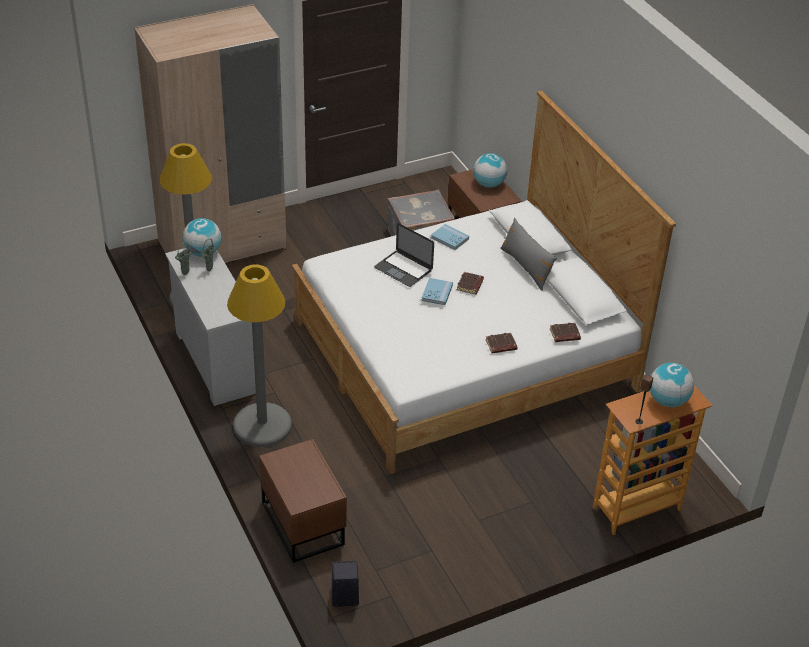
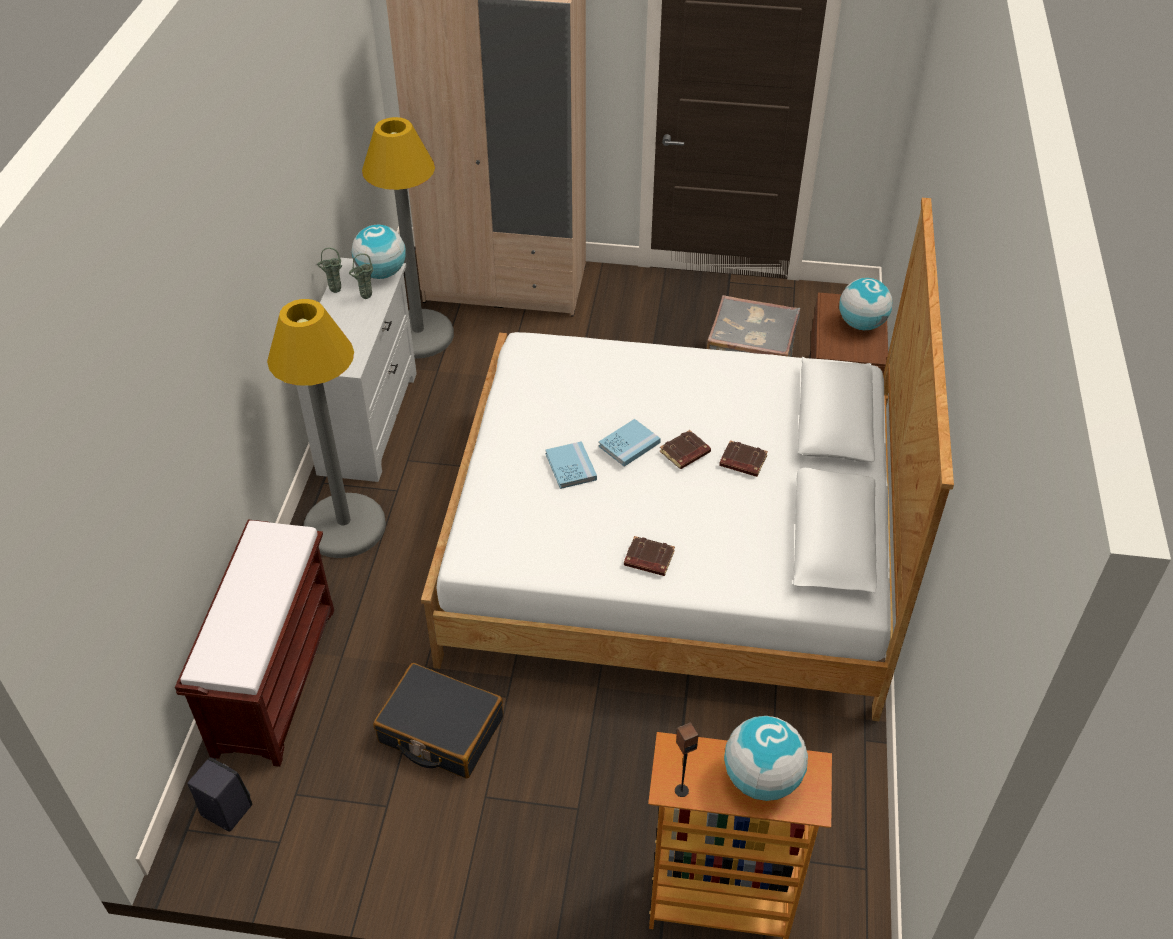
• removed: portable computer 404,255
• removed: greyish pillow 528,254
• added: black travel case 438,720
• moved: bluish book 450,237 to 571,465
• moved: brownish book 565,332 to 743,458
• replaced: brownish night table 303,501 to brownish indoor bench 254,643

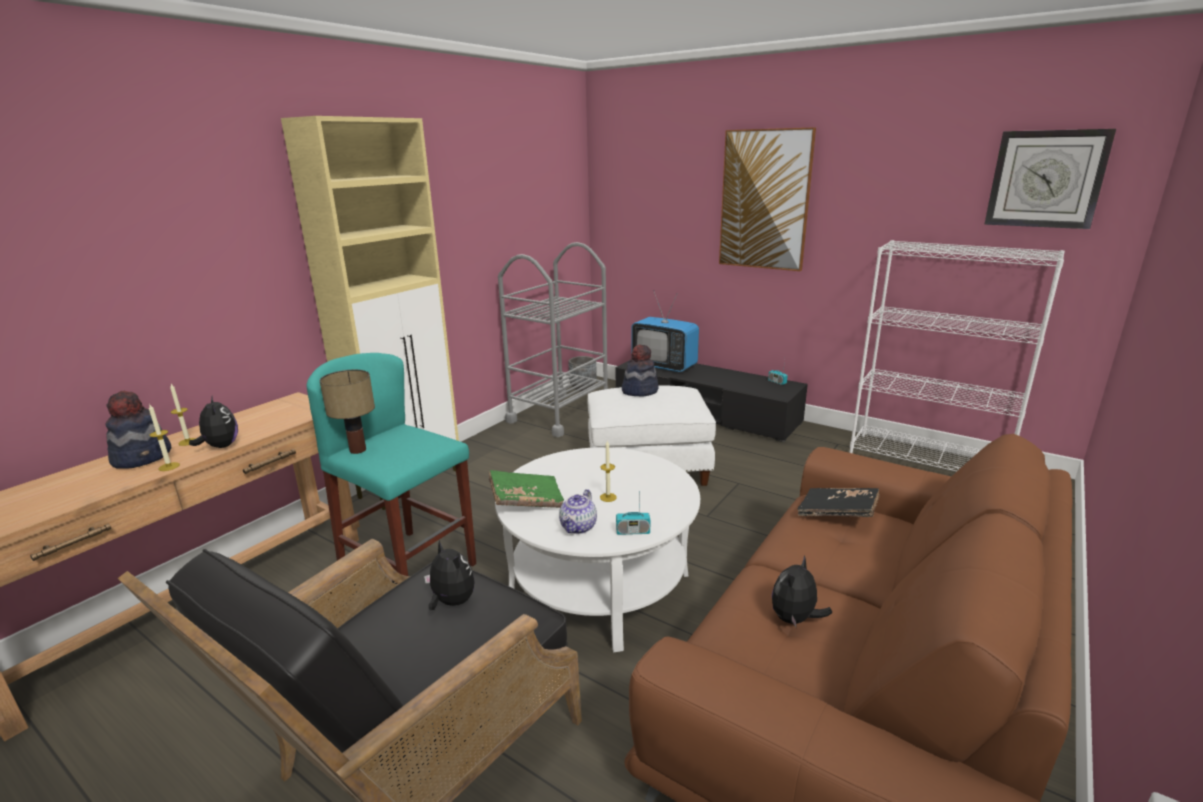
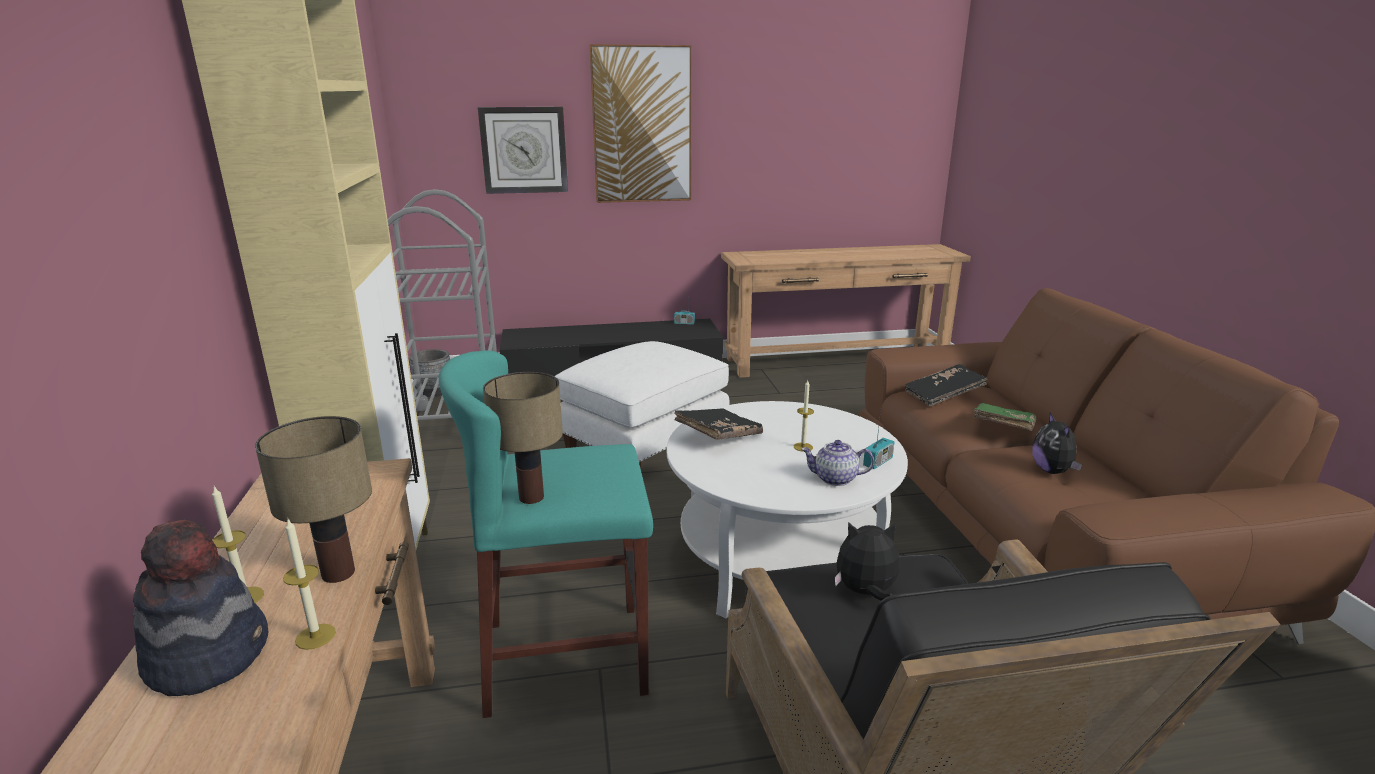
• removed: wearable hat 640,371
• removed: TV 665,331
• added: black book 718,424
• moved: green-coloured book 526,489 to 1005,417
• moved: hanging clock 1050,179 to 523,150
• replaced: cuddly toy 213,422 to lamp for a table 313,499
• replaced: white bookcase 957,356 to brownish console table 846,311
• turned: pot for tea 578,511 = 837,463 120 degrees clockwise

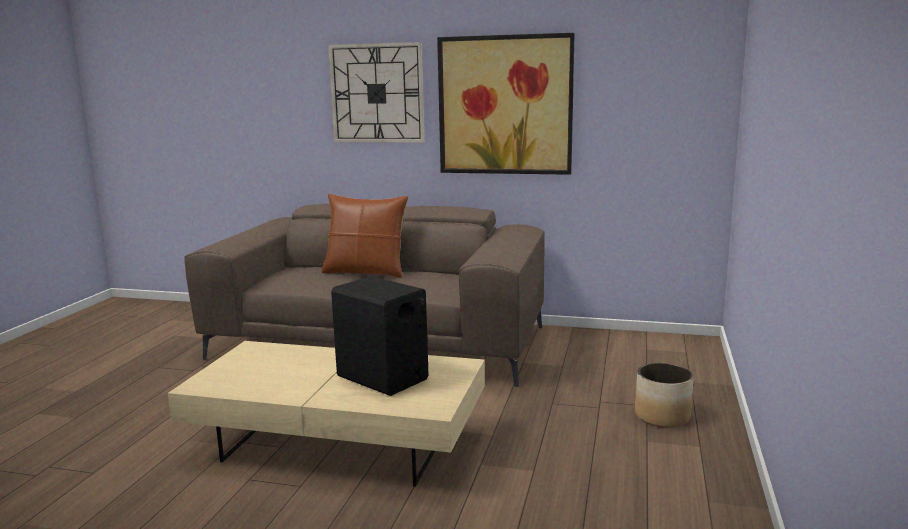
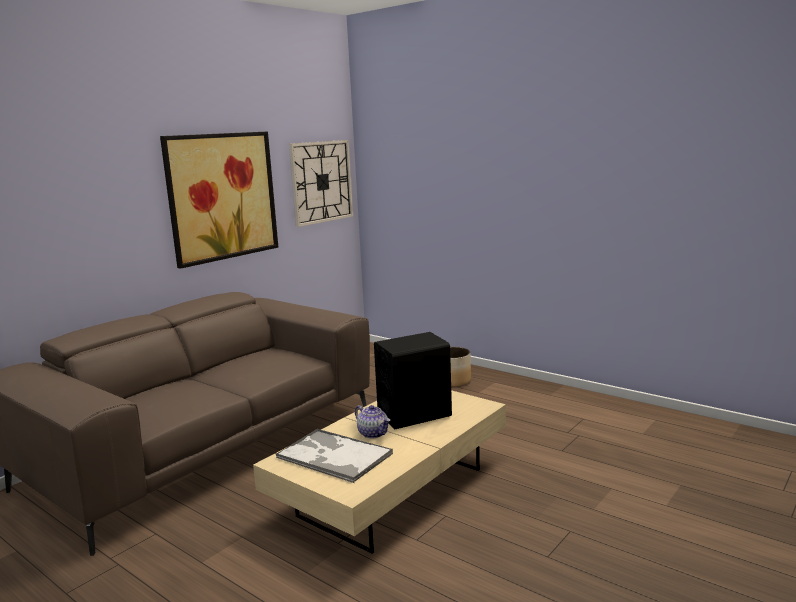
• removed: brownish pillow 365,236
• added: serving tray 334,456
• added: pot for tea 372,422
• moved: hanging clock 376,92 to 321,183

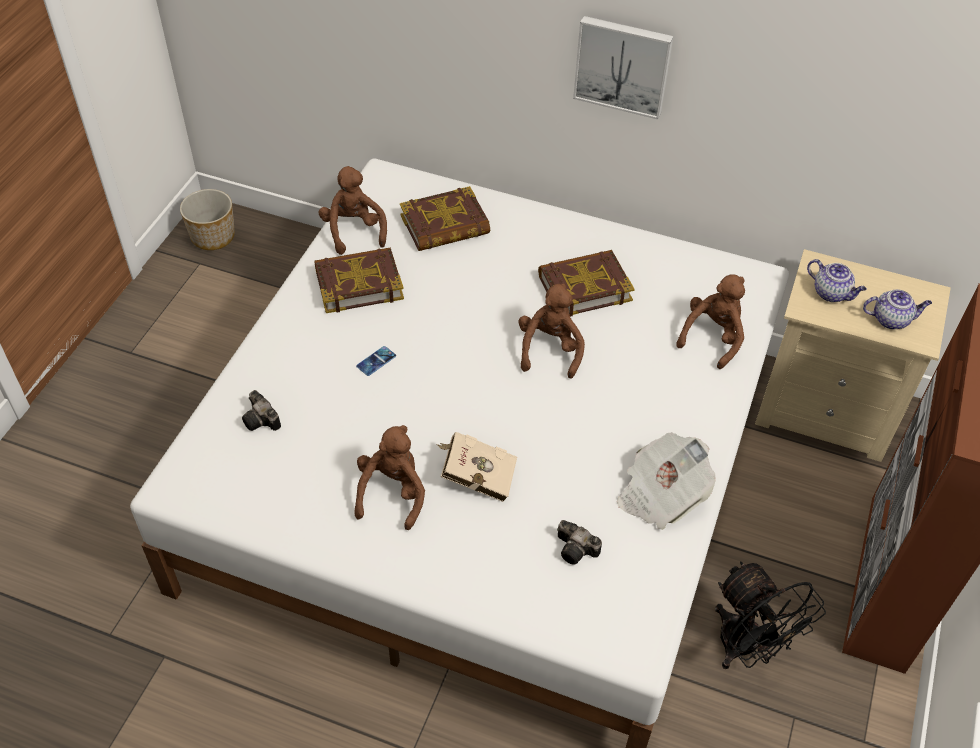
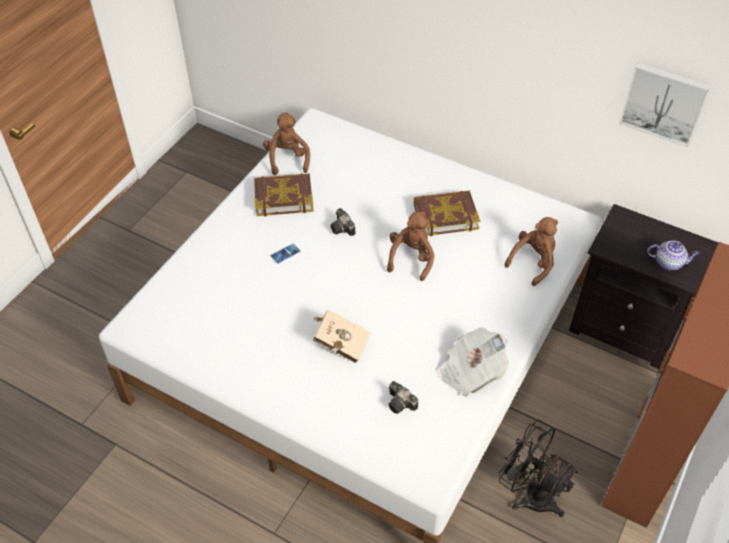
• removed: plant pot 207,219
• removed: brownish cuddly toy 389,477
• removed: book 445,218
• removed: pot for tea 837,280
• moved: photo camera 261,410 to 343,222
• moved: picture 623,67 to 665,104
• recoloured: beige-coloured night table 853,355 to black night table 644,286
• turned: black fan 770,615 = 538,468 150 degrees clockwise

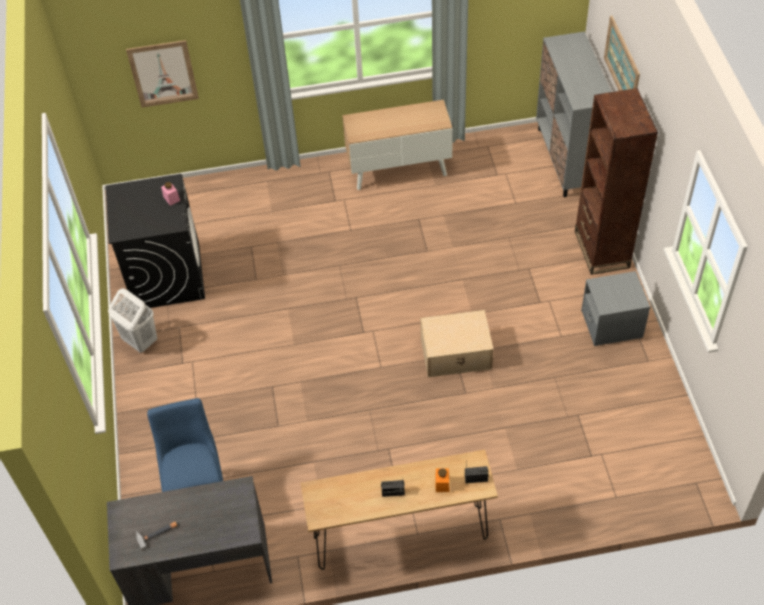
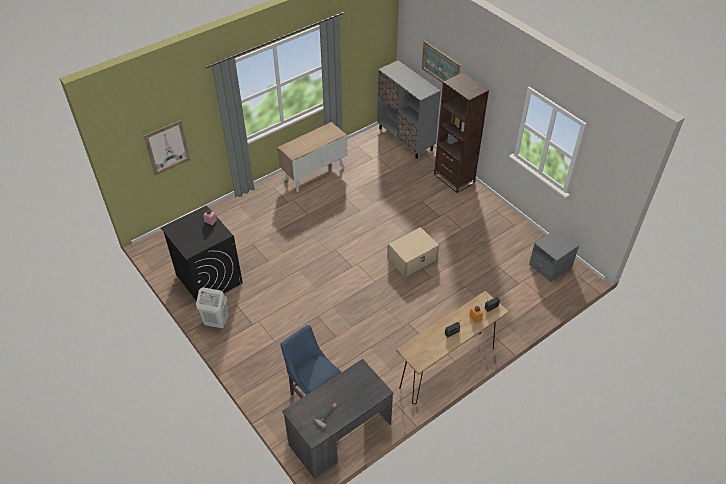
• moved: greyish night table 615,308 to 554,255

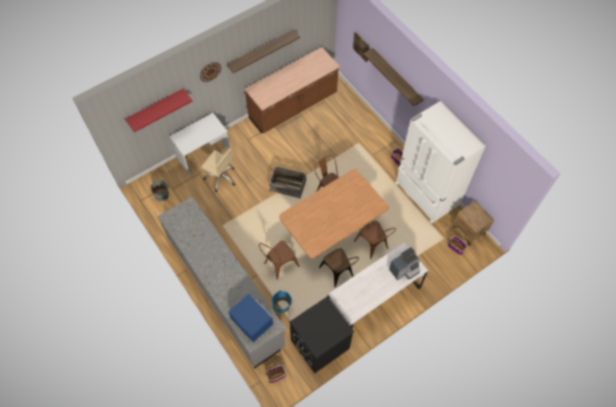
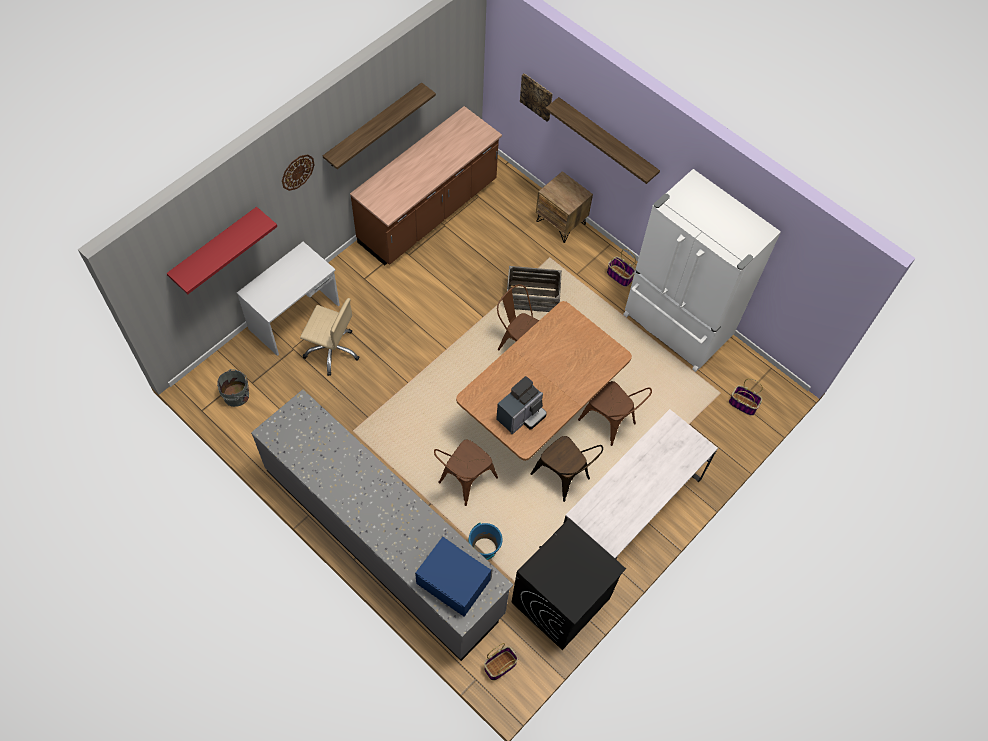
• moved: packing crate 287,182 to 534,289
• moved: coffee brewer 404,263 to 521,405
• moved: brownish night table 473,223 to 564,207

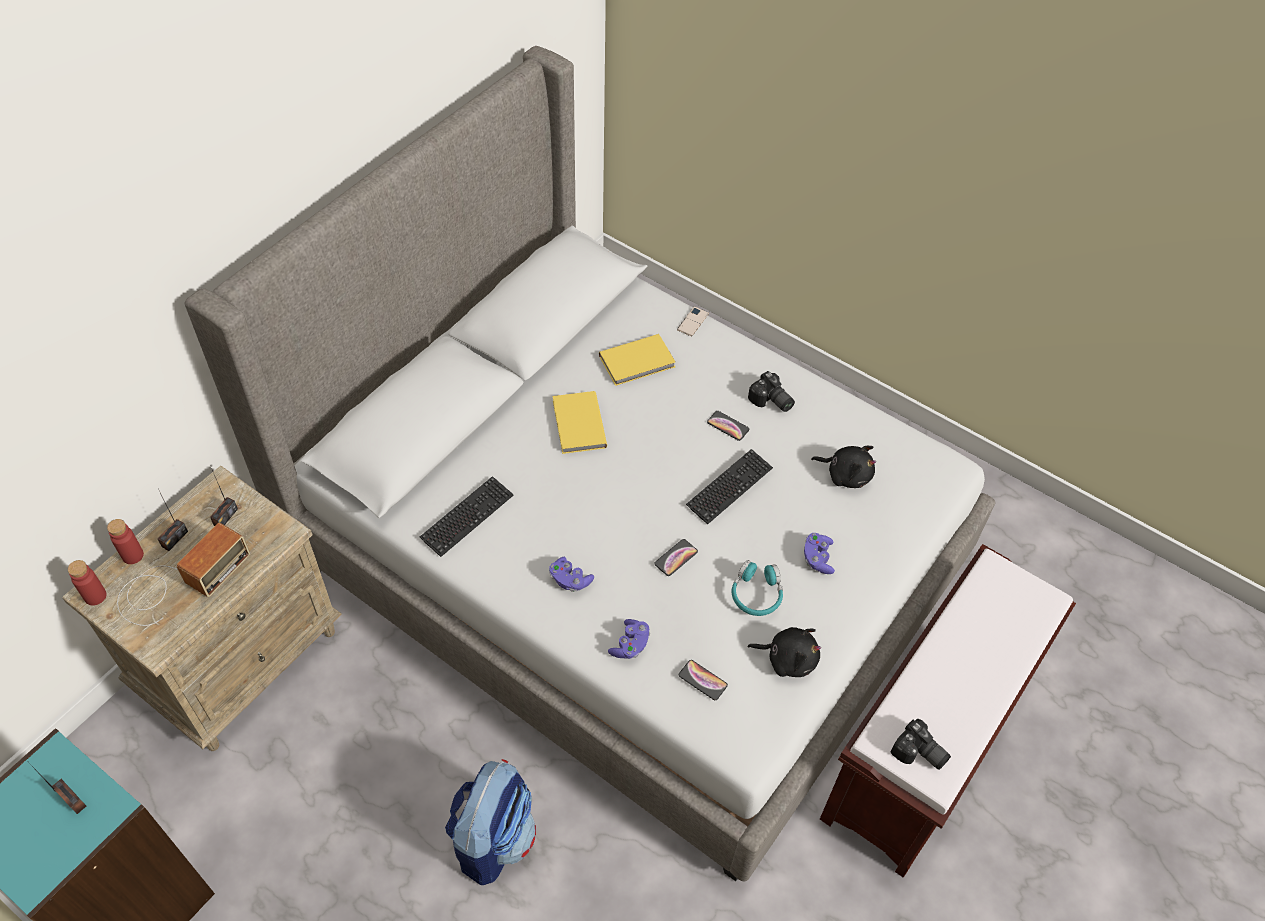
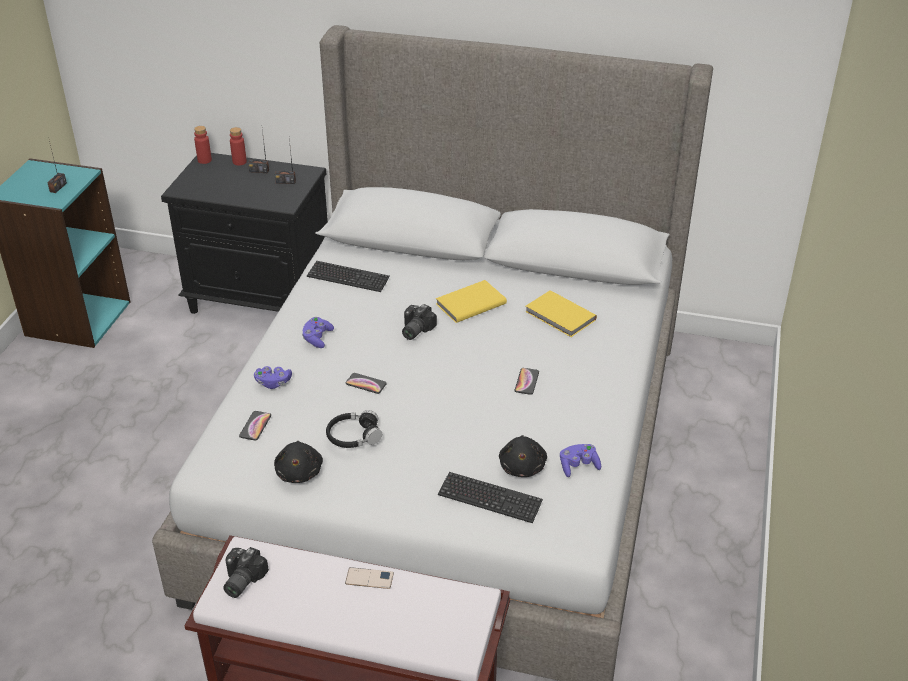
• removed: radio set 183,574
• removed: backpack 490,822
• moved: telephone 693,321 to 369,578
• moved: keyboard 729,487 to 490,497
• moved: photo camera 771,391 to 419,322
• moved: purple-coloured joypad 819,553 to 580,460
• recoloured: beige-coloured night table 202,608 to black night table 244,233
• recoloured: turquoise headset 757,588 to black headset 354,429

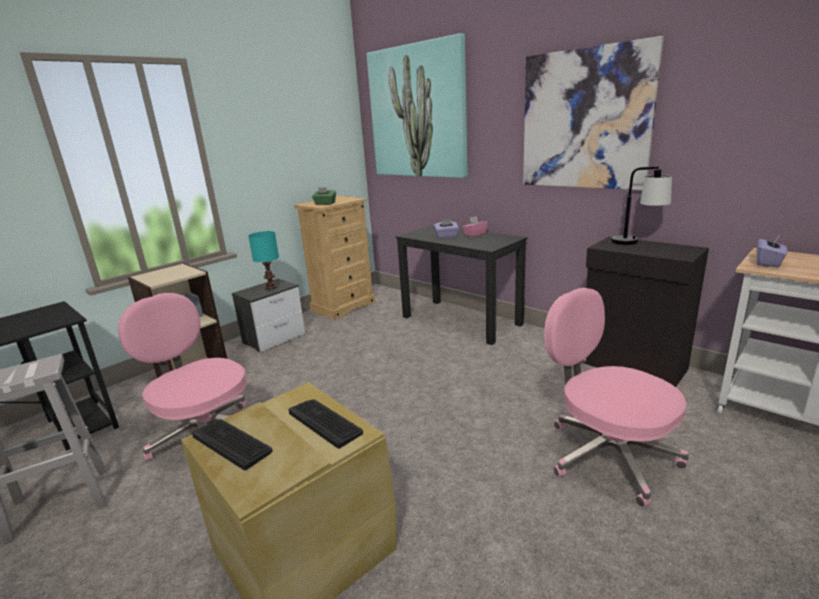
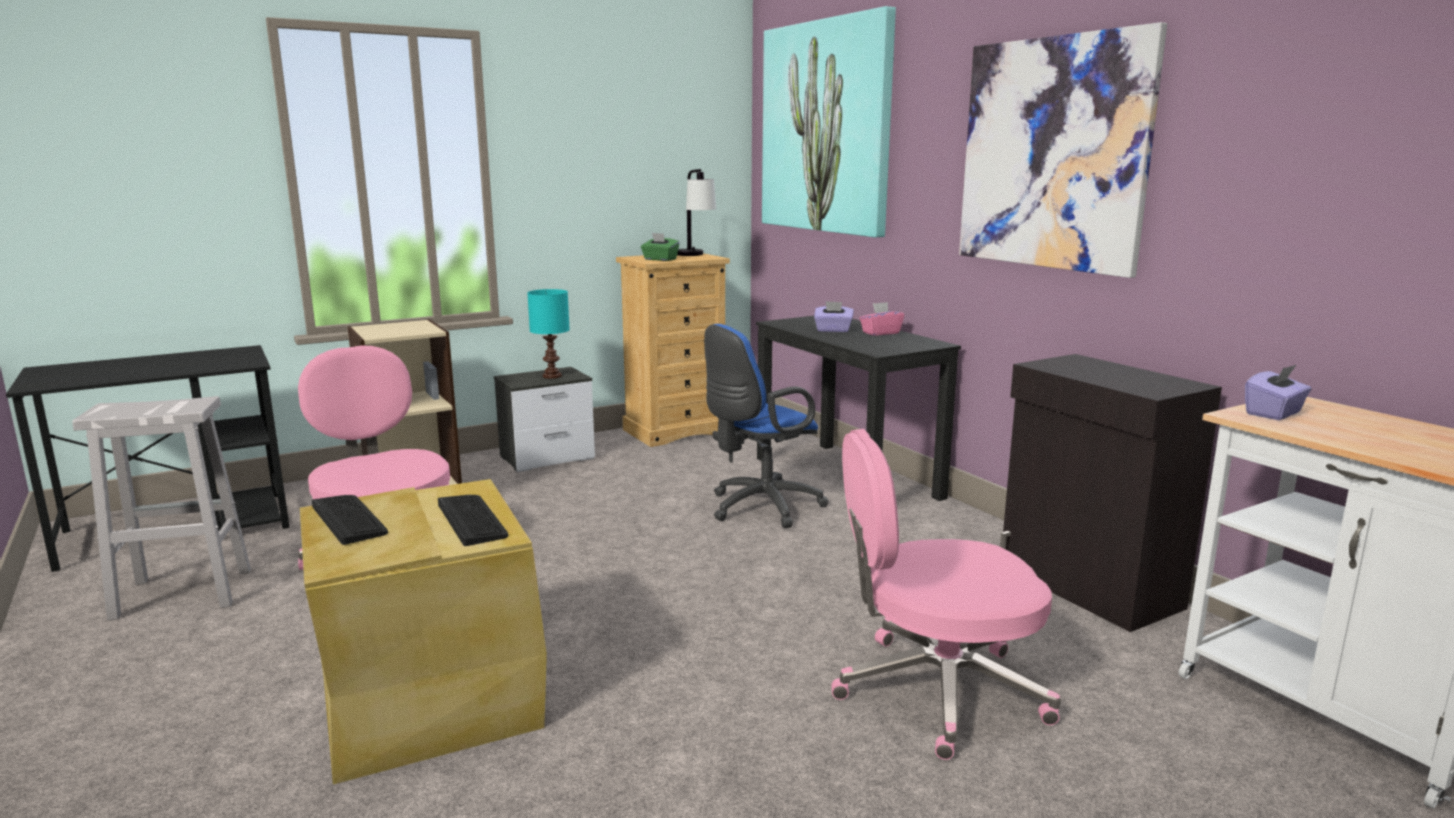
• added: bluish office chair 766,426
• moved: lamp for a table 641,205 to 696,212
• turned: pinkish office chair 616,397 = 946,594 75 degrees counterclockwise

